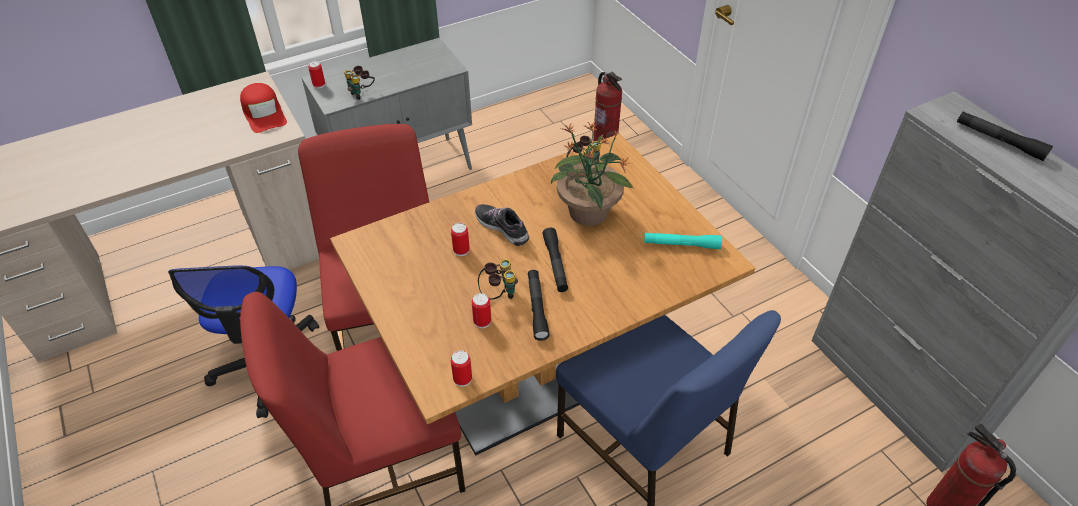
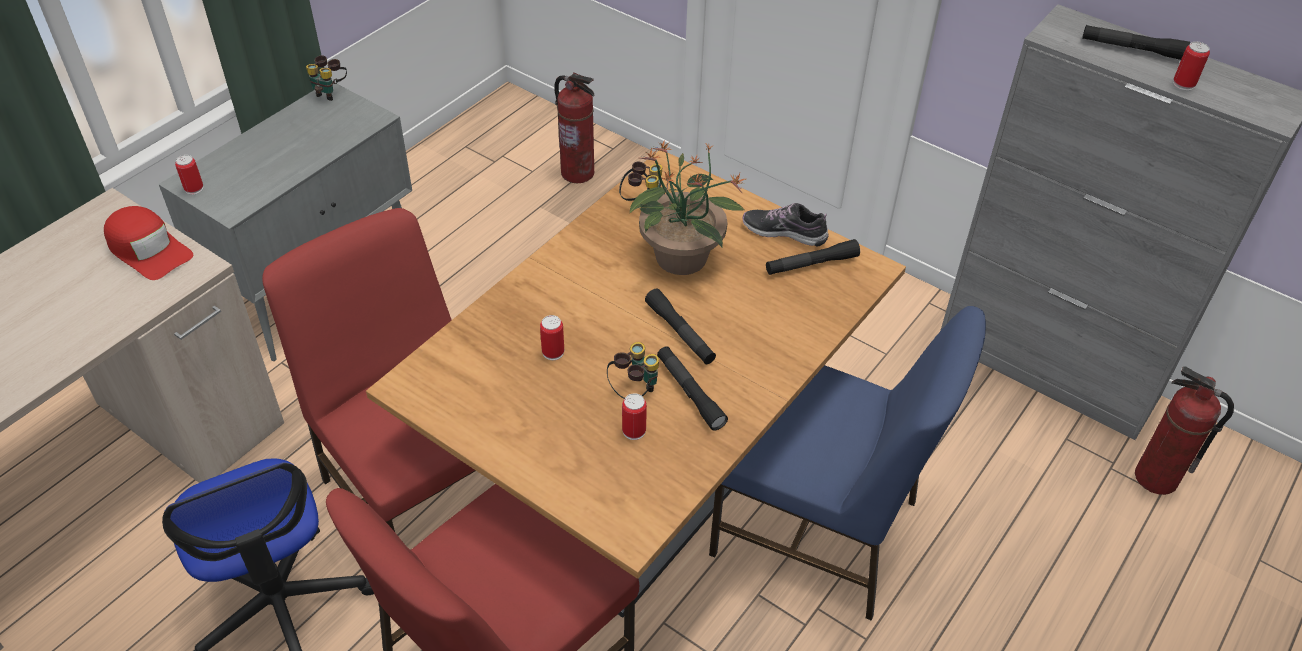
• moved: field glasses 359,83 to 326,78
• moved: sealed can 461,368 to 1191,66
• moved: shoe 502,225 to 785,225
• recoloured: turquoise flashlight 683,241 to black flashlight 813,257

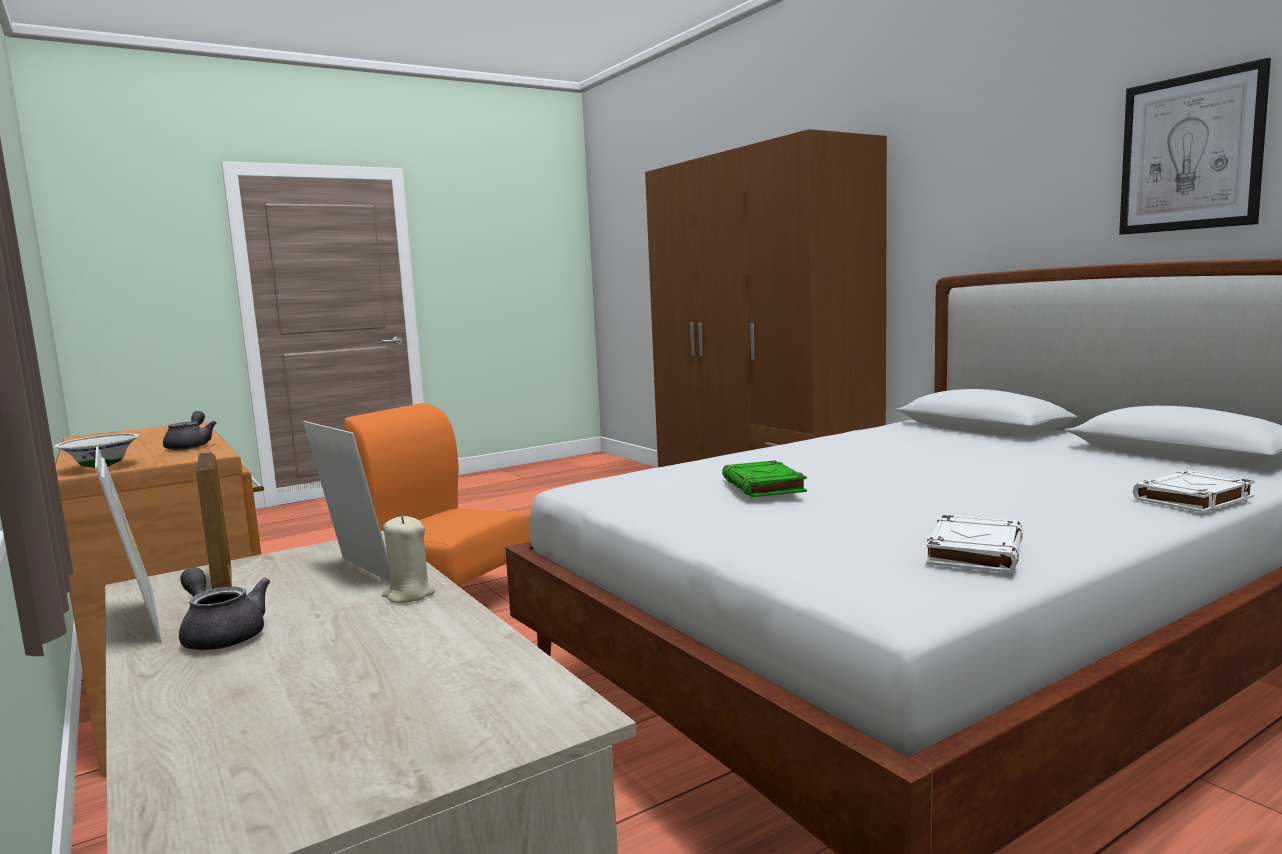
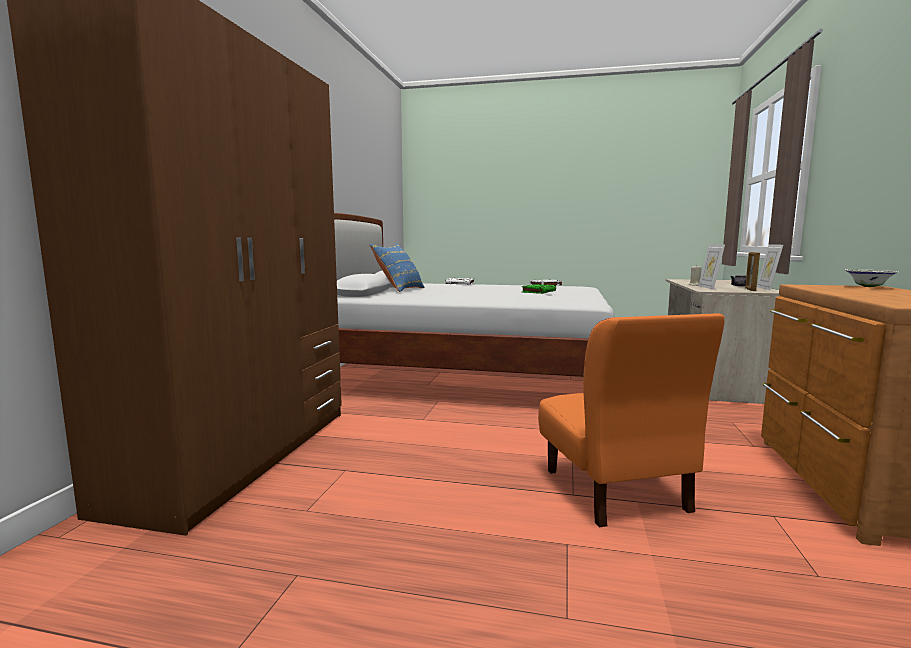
• removed: greyish pot for tea 189,430
• removed: picture 1195,146
• added: bluish pillow 397,268

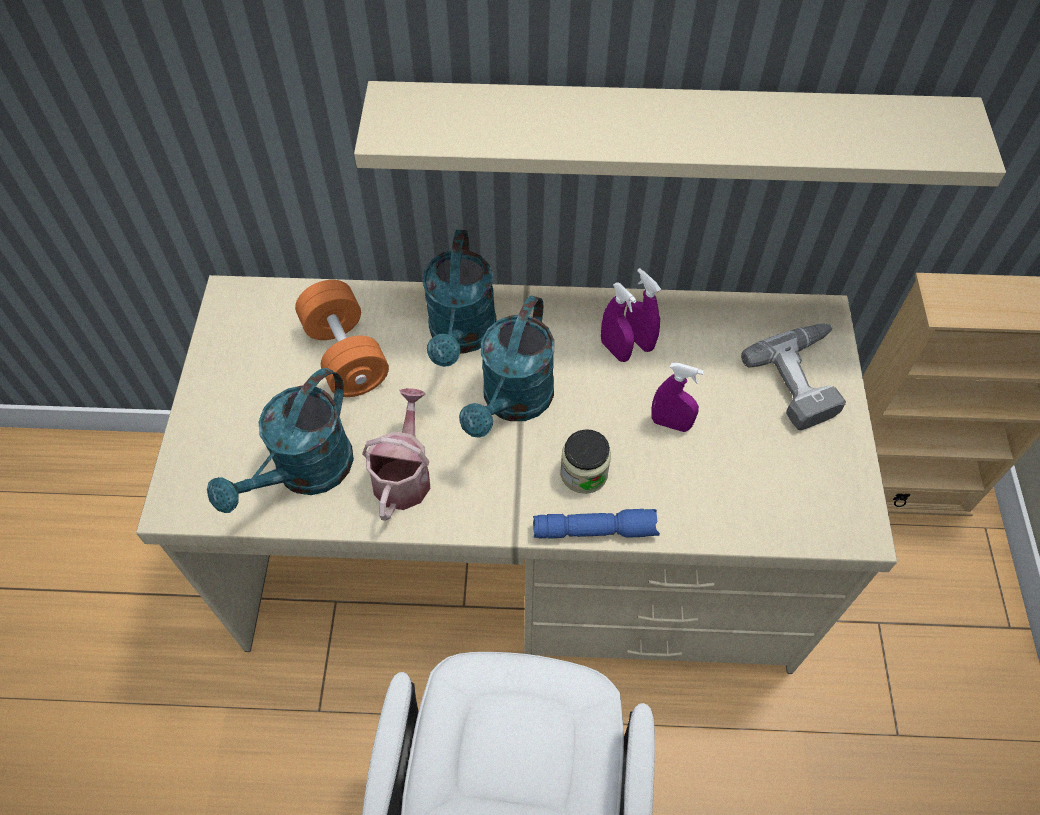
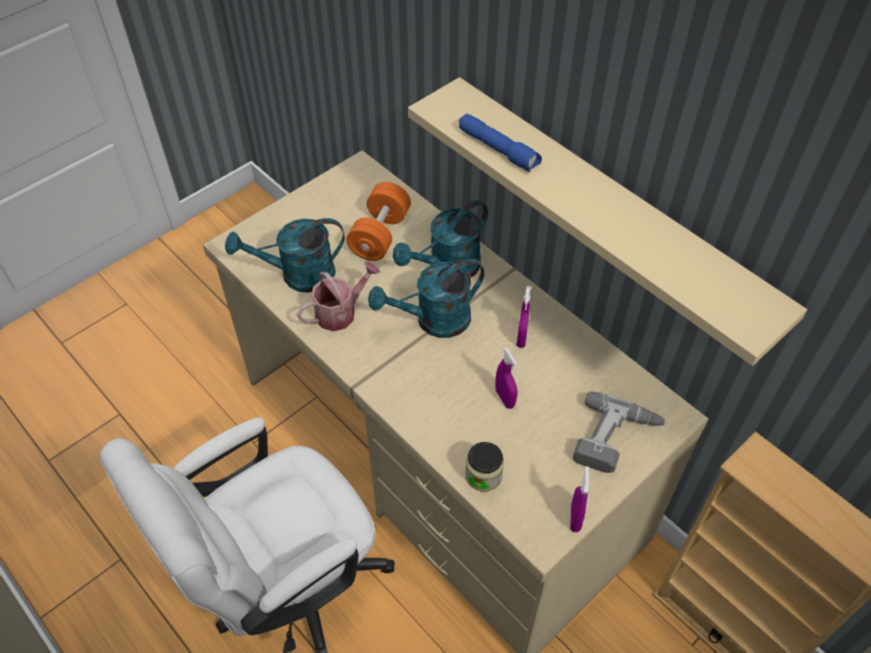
• moved: bluish flashlight 596,524 to 500,142
• moved: preserve jar 585,461 to 484,467
• moved: purple-coloured spray bottle 643,310 to 579,499

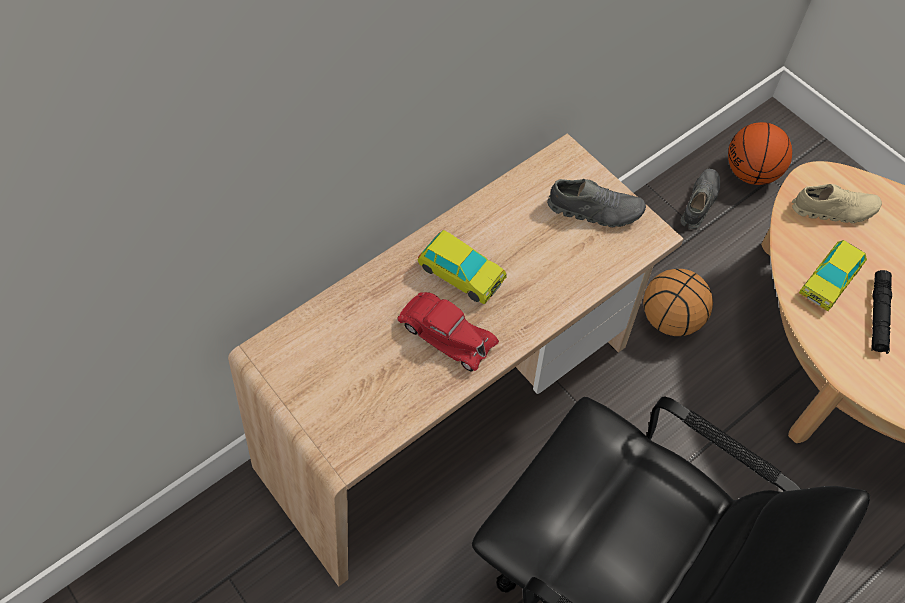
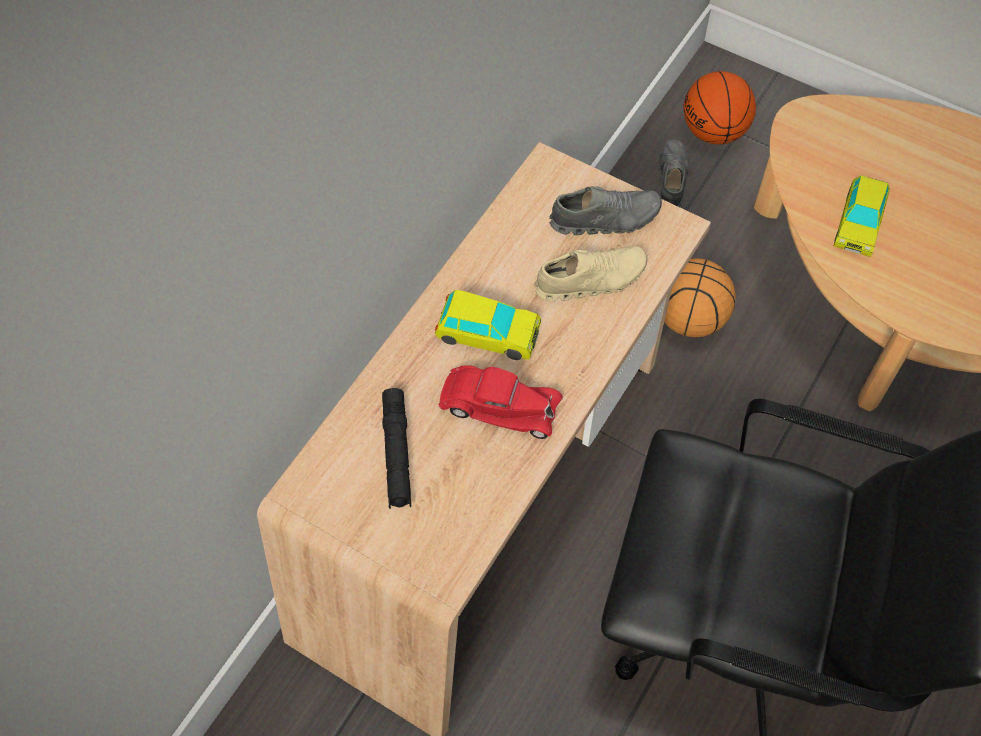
• moved: beige-coloured shoe 837,203 to 590,274
• moved: black flashlight 881,312 to 397,448

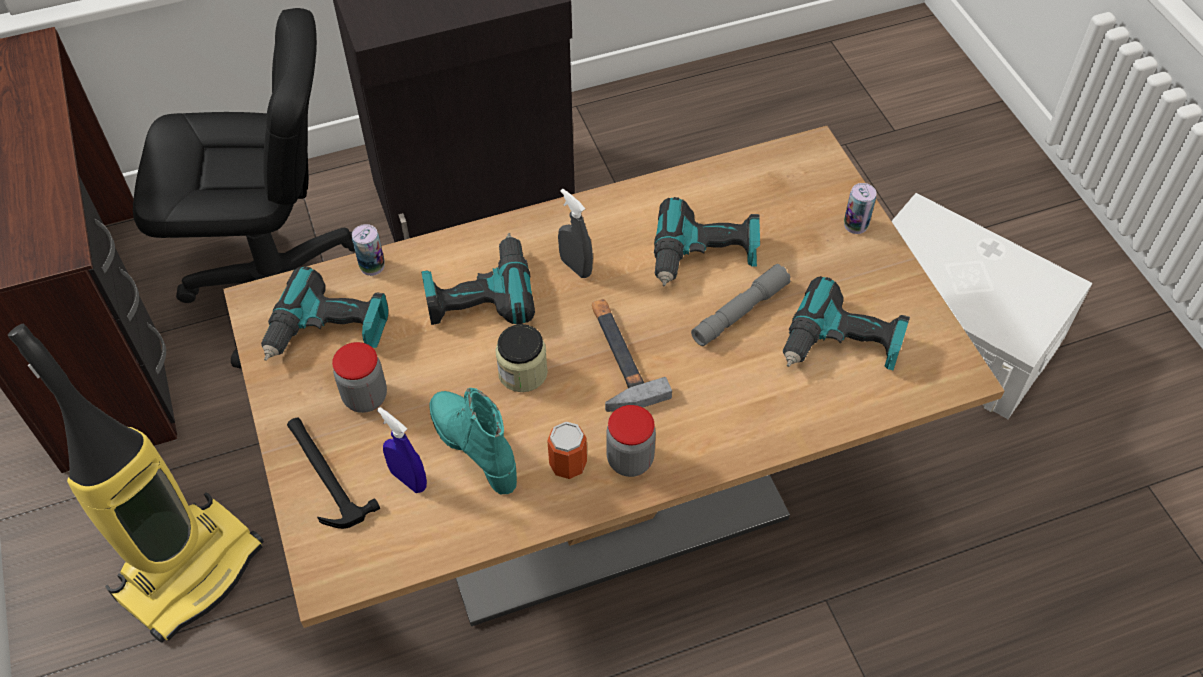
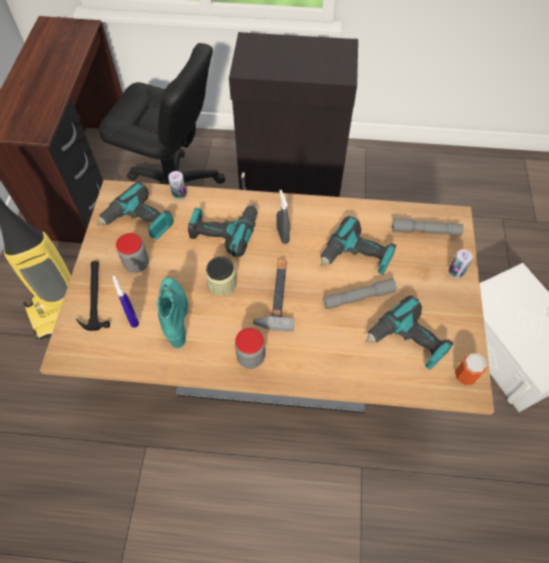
• added: greyish flashlight 428,227
• moved: sealed can 567,450 to 471,369

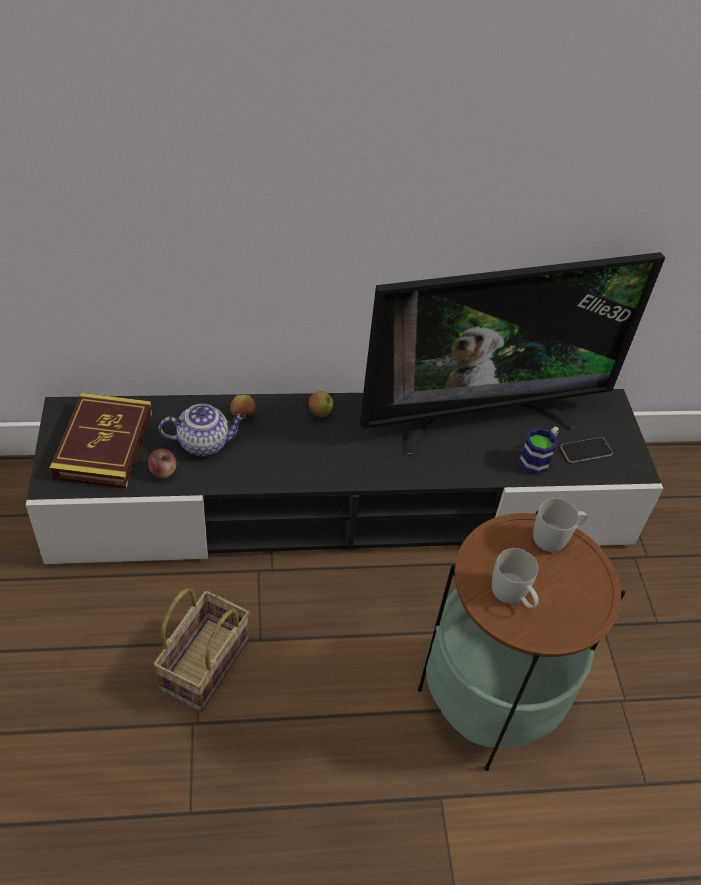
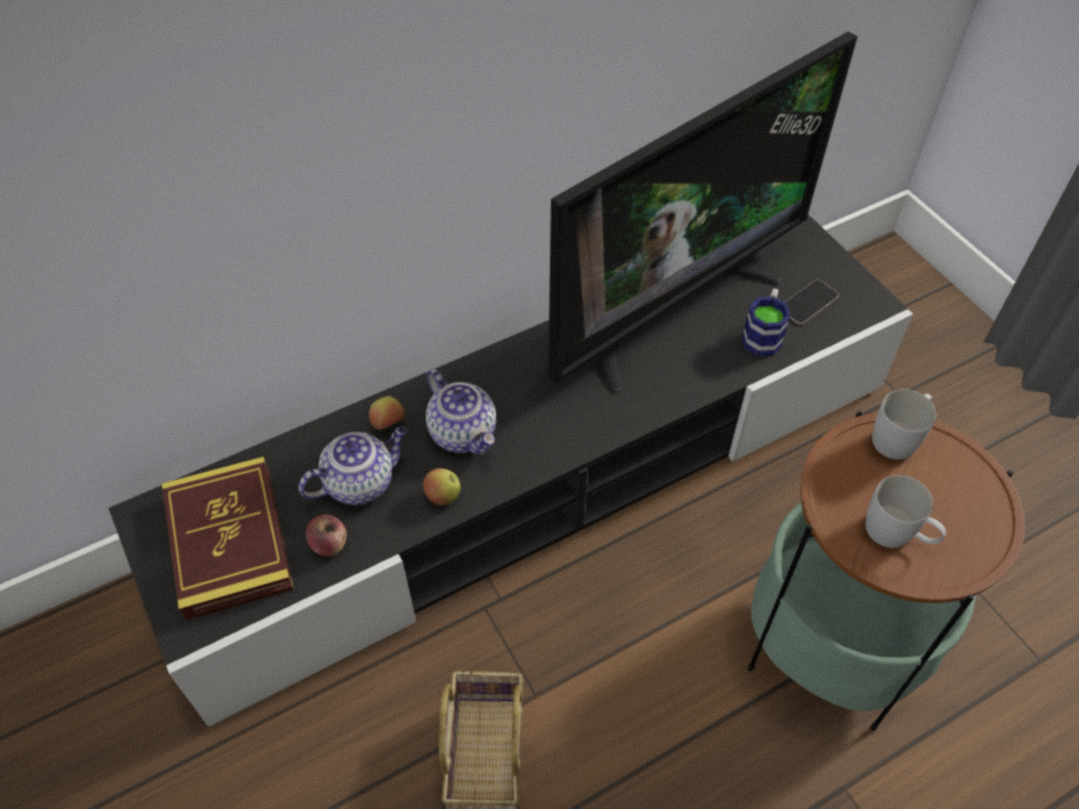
• added: pot for tea 461,412
• moved: apple fruit 321,404 to 442,487

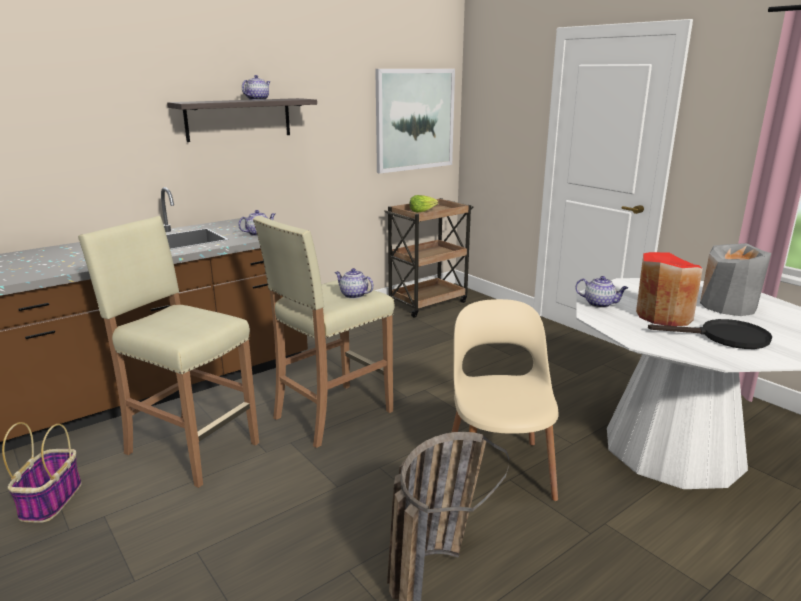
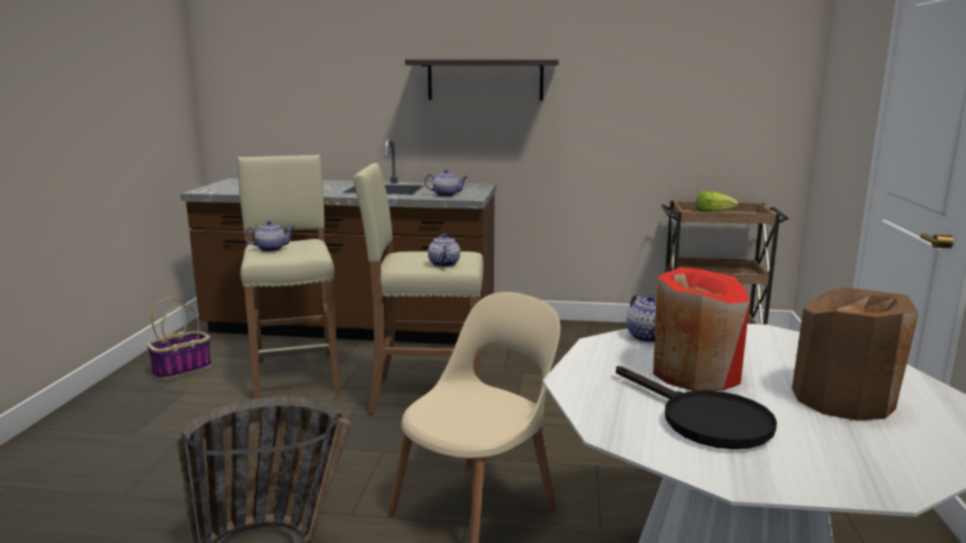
• removed: picture 415,121
• moved: pot for tea 256,87 to 269,236
• recoloured: greyish decorative vase 735,279 to brownish decorative vase 855,354

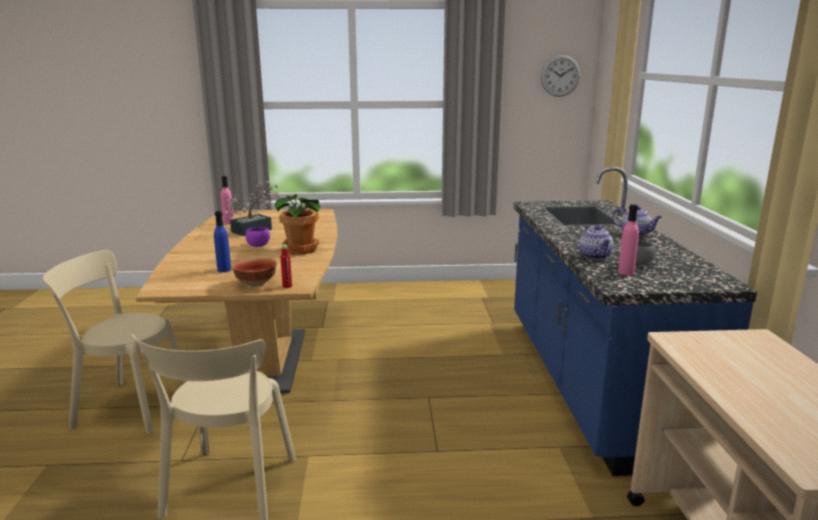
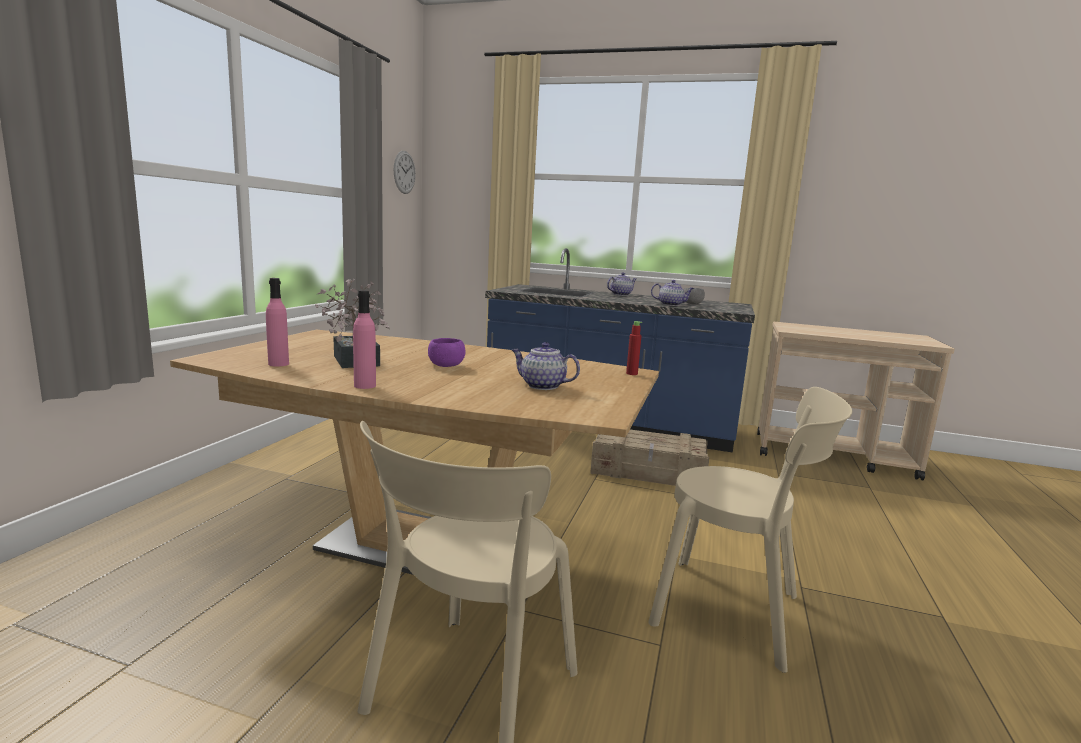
• removed: deep dish 254,272
• removed: potted plant 297,224
• added: packing crate 649,458
• moved: pinkish bottle 628,239 to 364,339
• replaced: bluish bottle 222,241 to pot for tea 546,366

